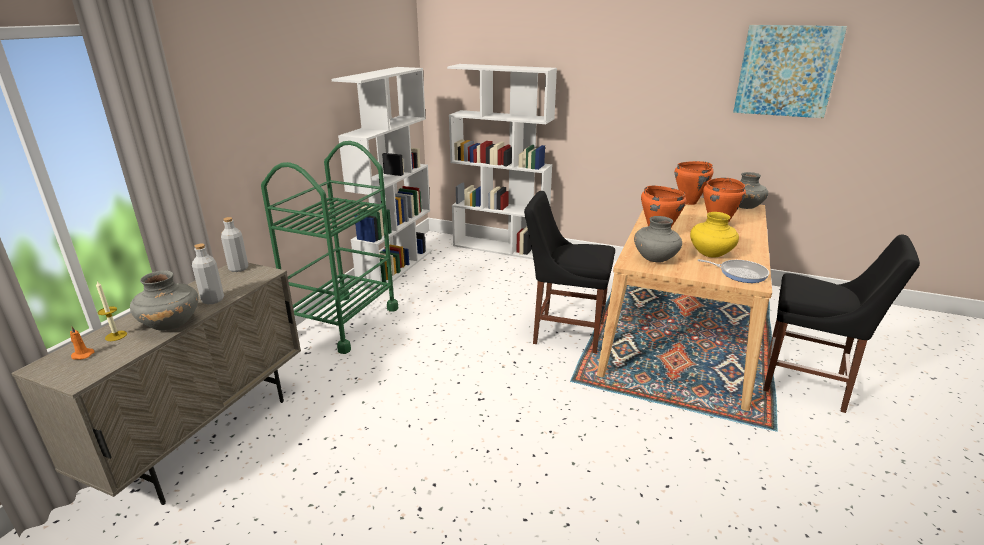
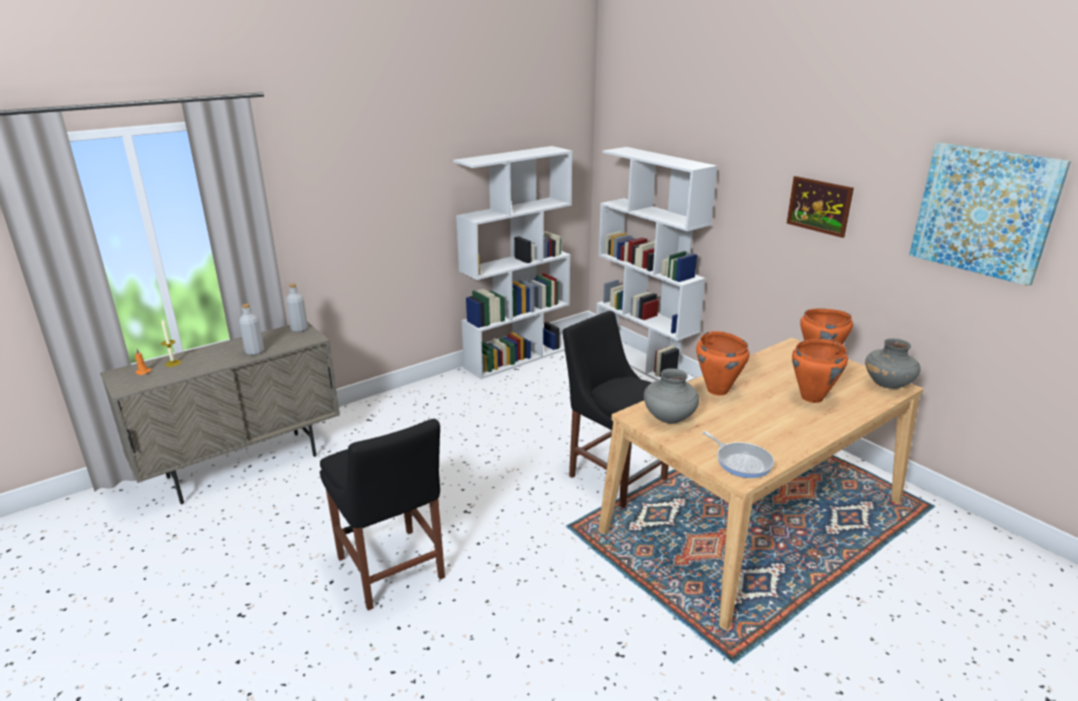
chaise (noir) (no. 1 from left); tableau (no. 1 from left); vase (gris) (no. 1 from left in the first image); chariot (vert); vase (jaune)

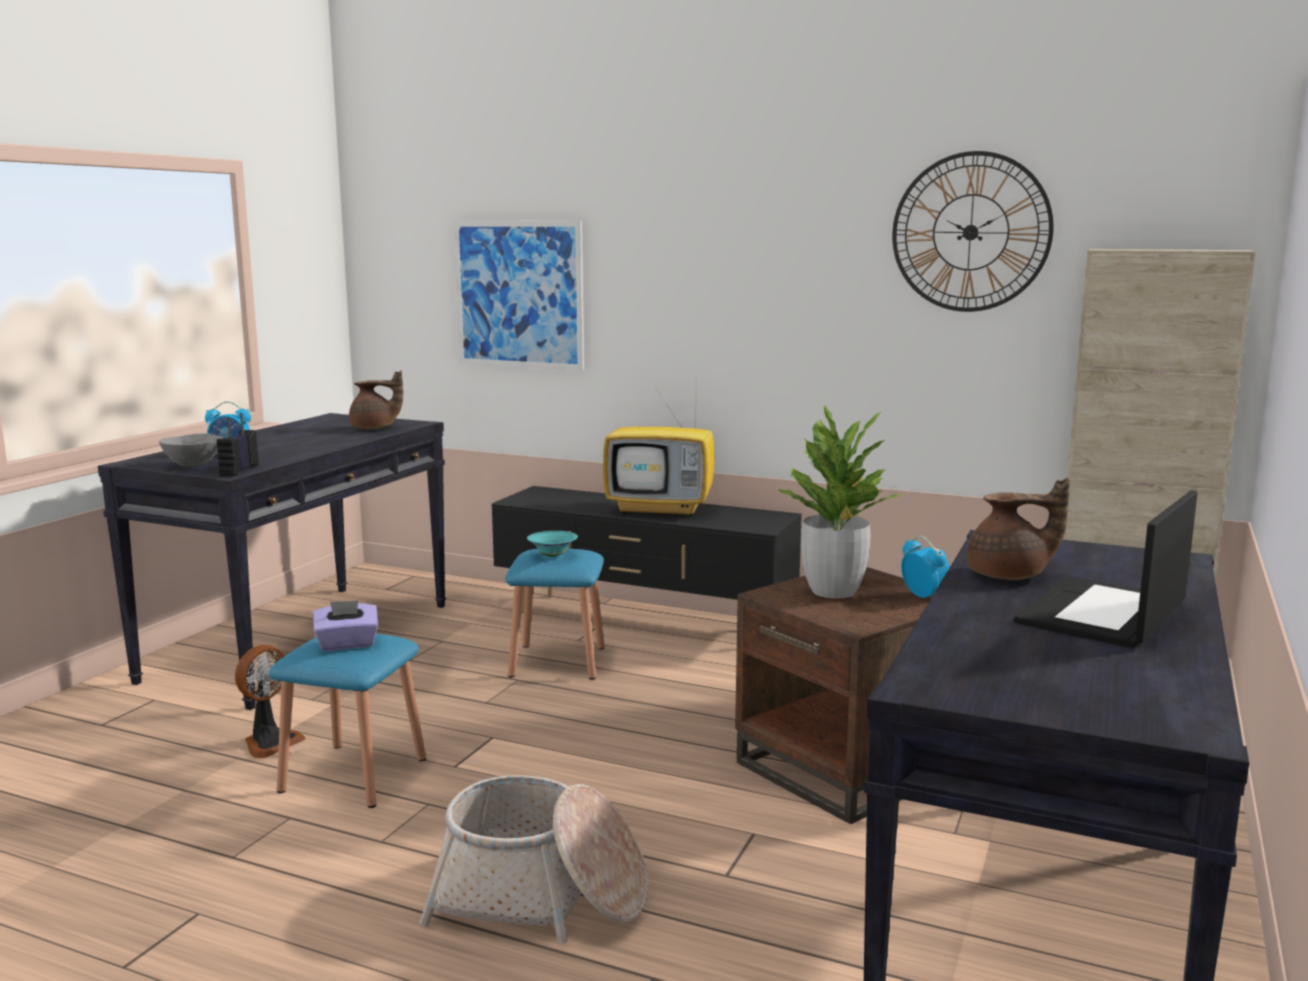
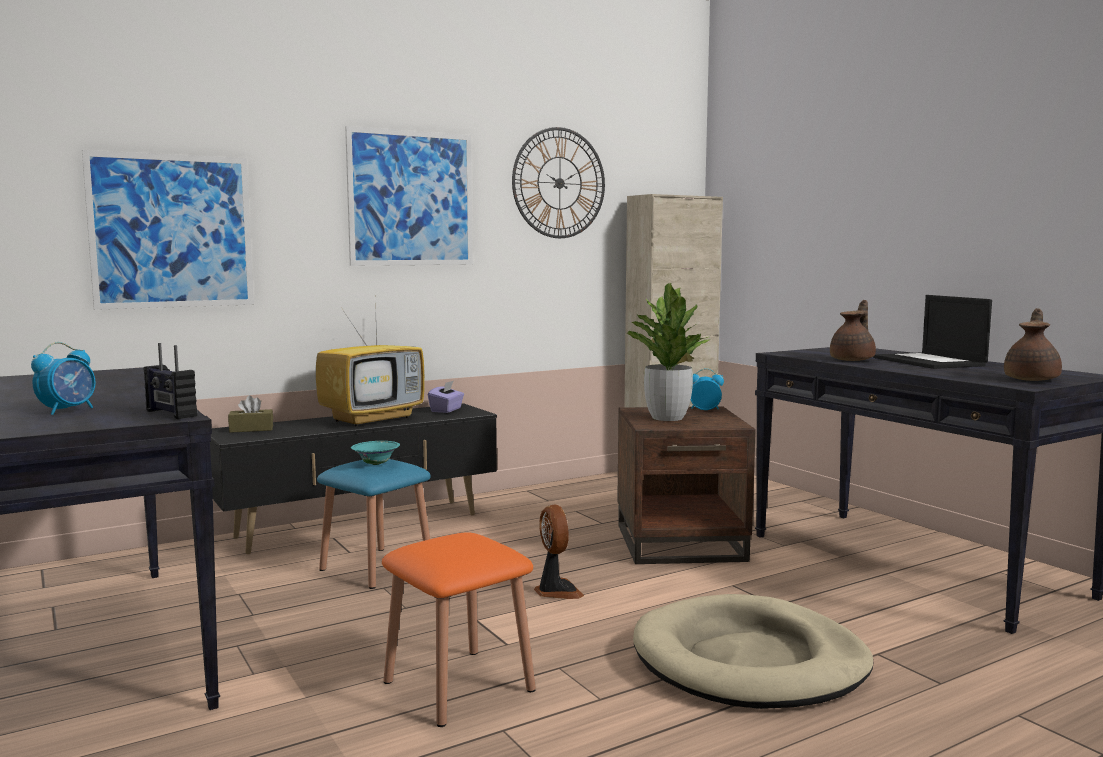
boîte à mouchoirs (marron); tableau (no. 2 from left); tabouret (orange); boîte à mouchoirs (violet); ventilateur; panier pour chien (beige); théière (marron) (no. 2 from left); bol (gris)

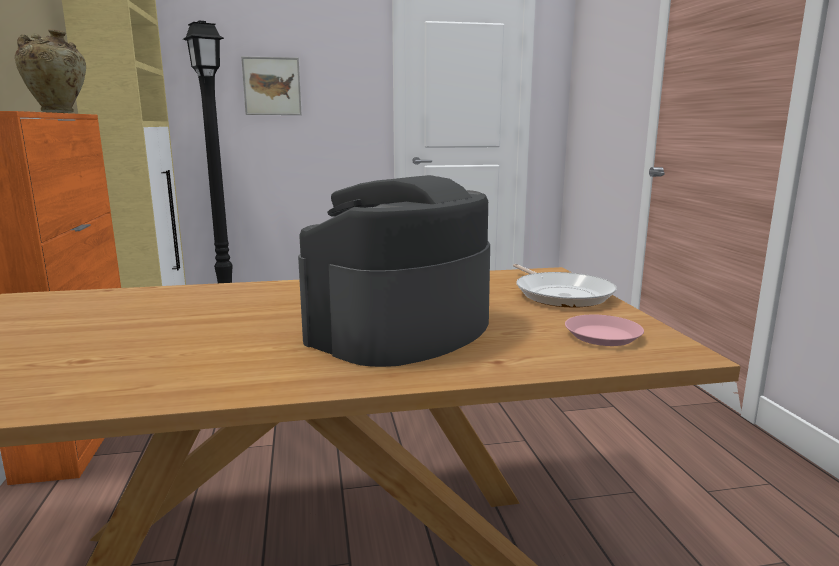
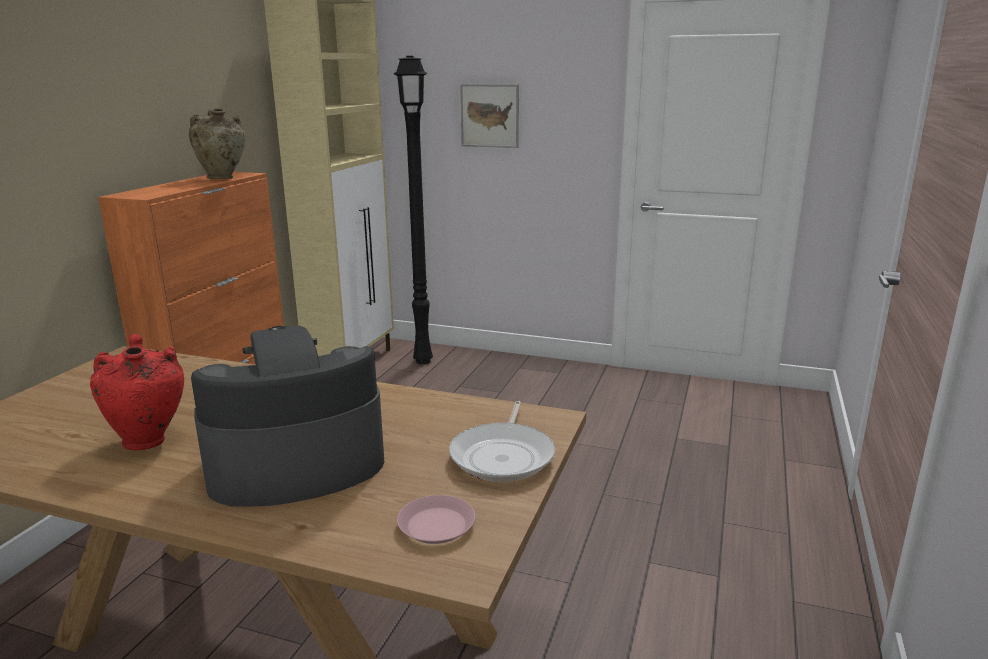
vase (rouge)

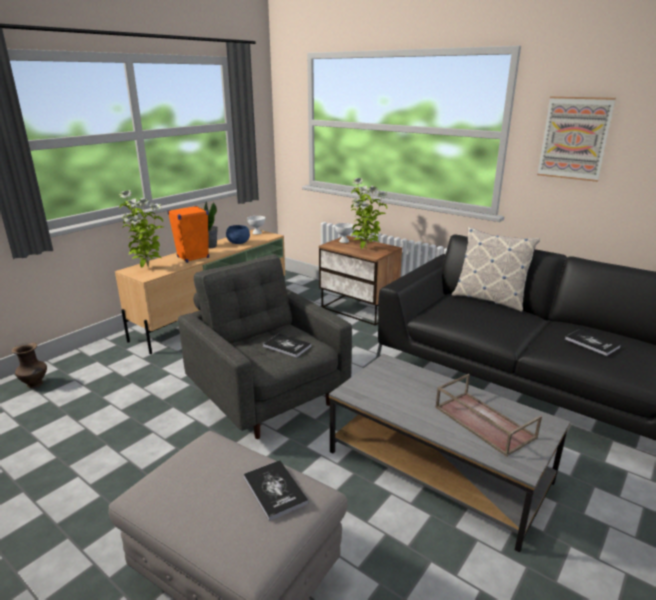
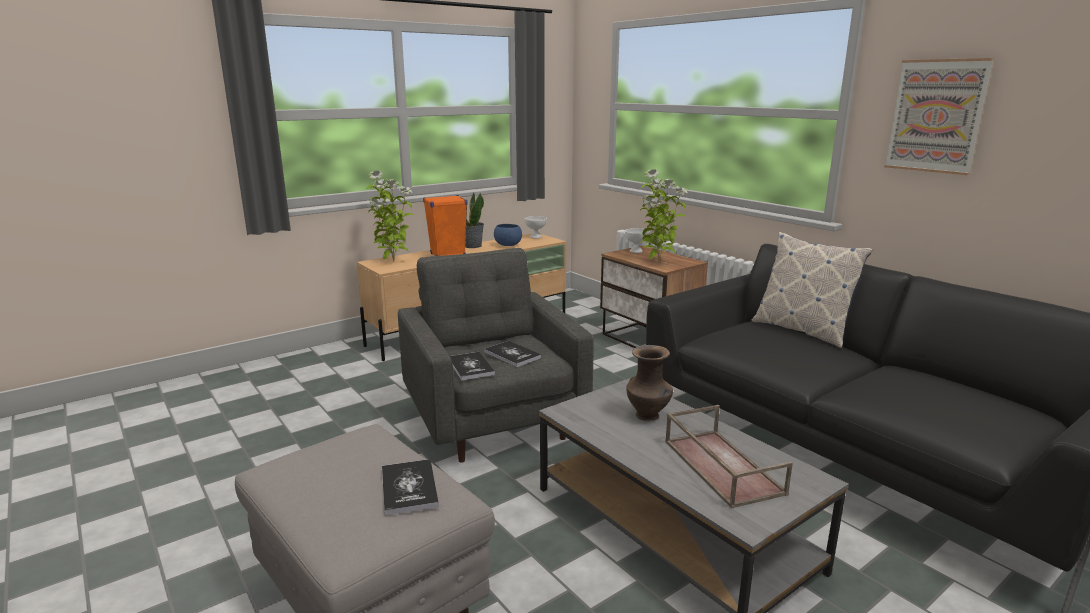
livre (no. 2 from left); vase (marron)

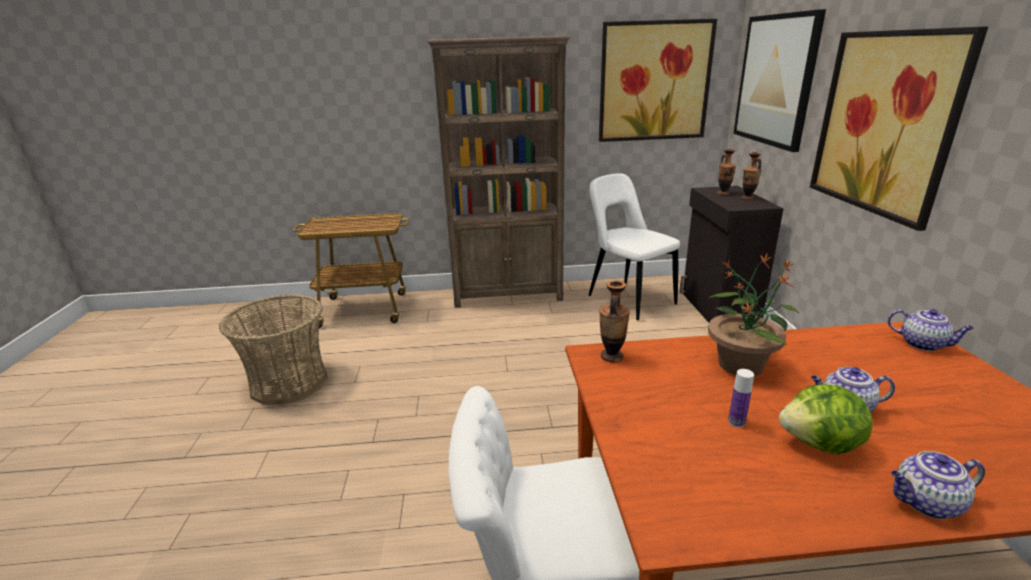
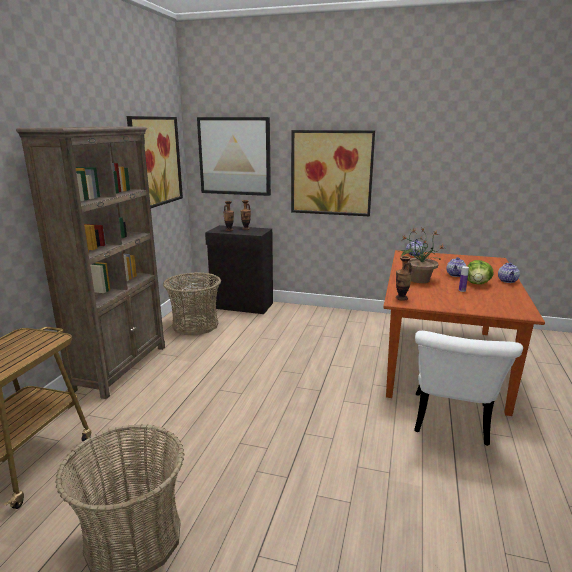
panier (no. 2 from left)

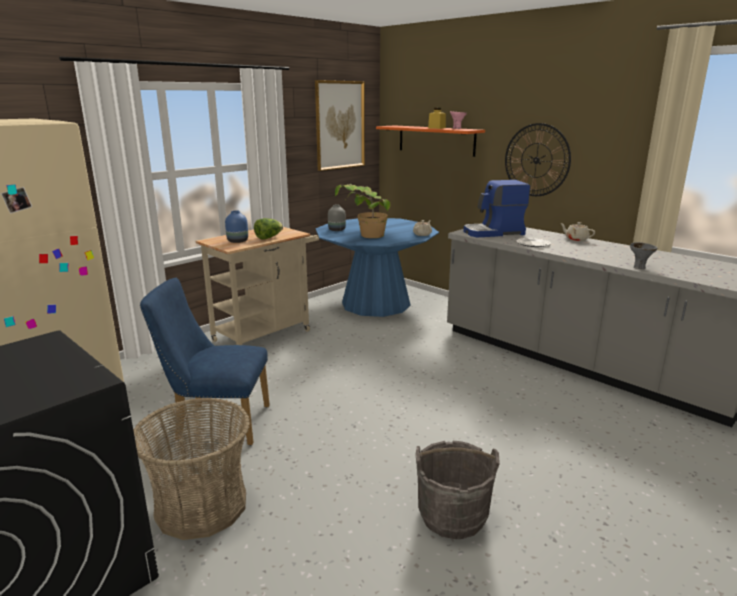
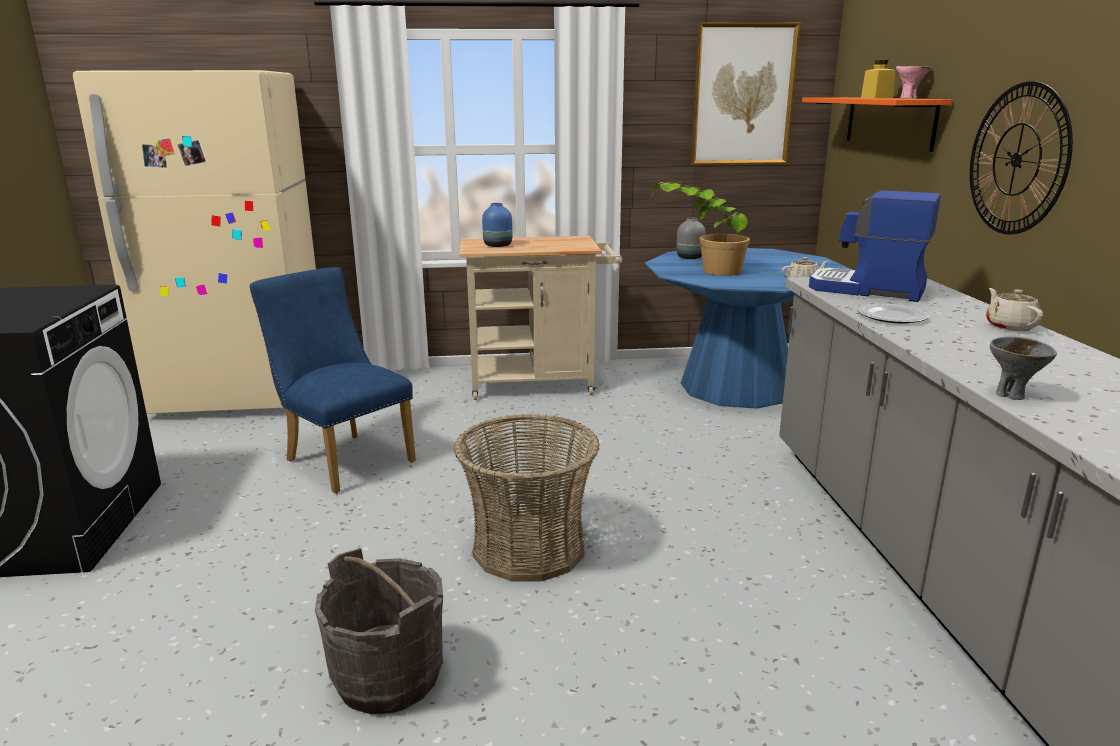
panier; laitue

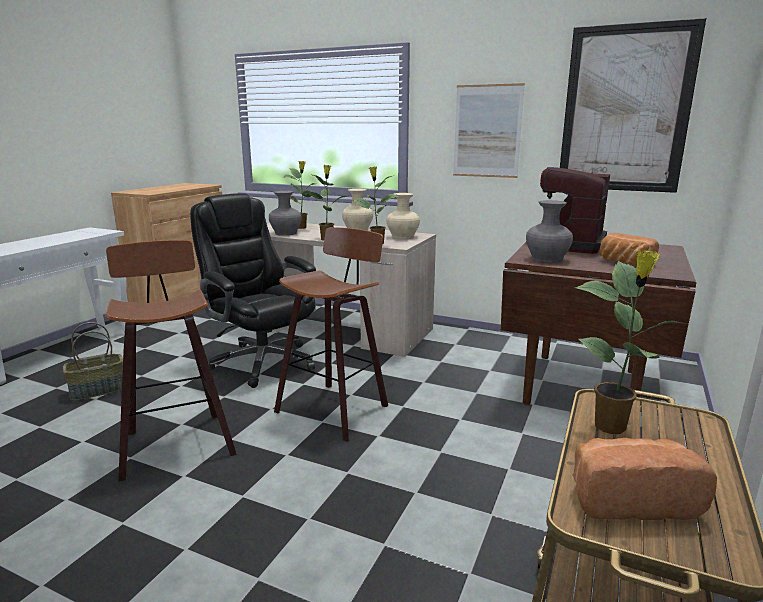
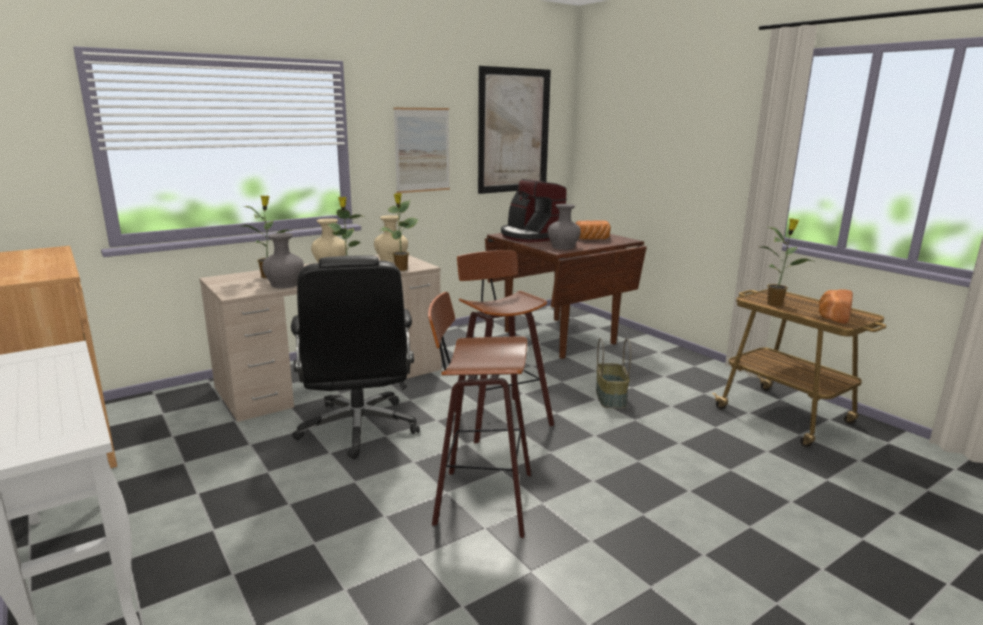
chaise de bureau (noir); panier

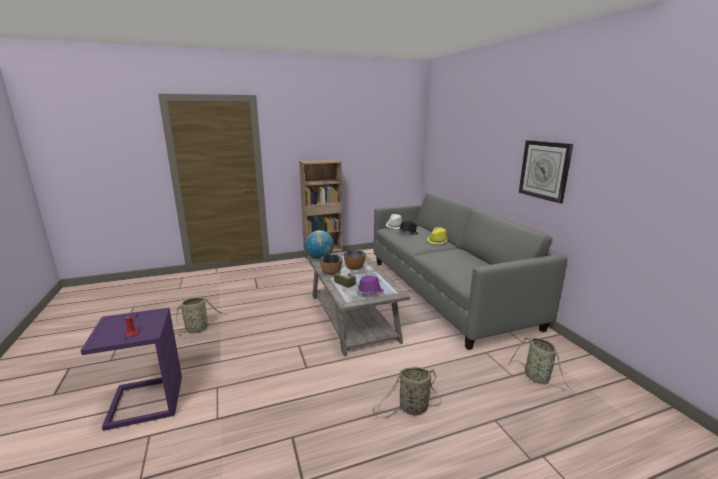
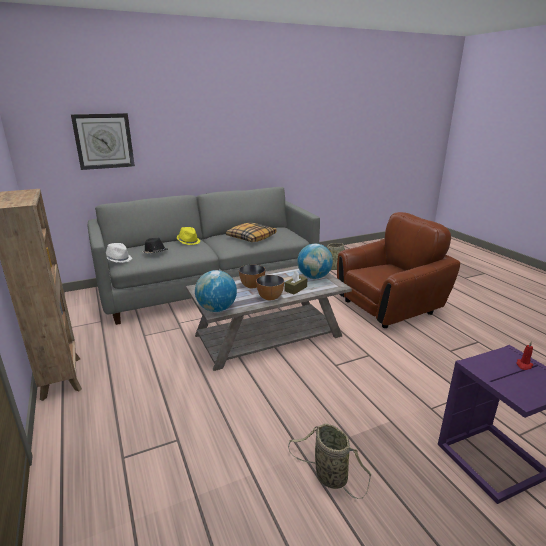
horloge murale; coussin; globe (no. 2 from left); fauteuil (marron)

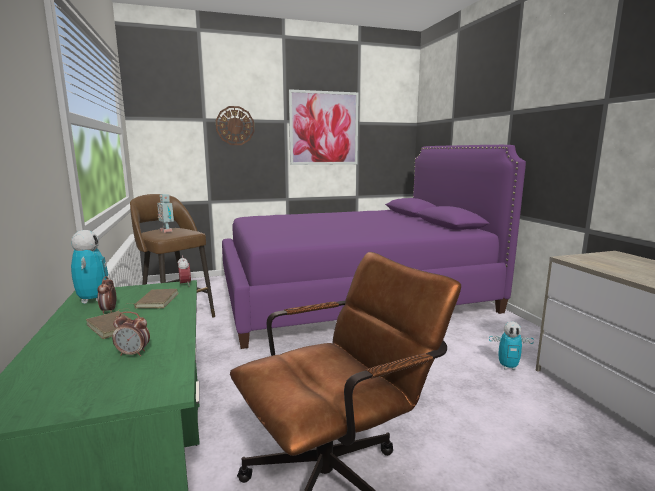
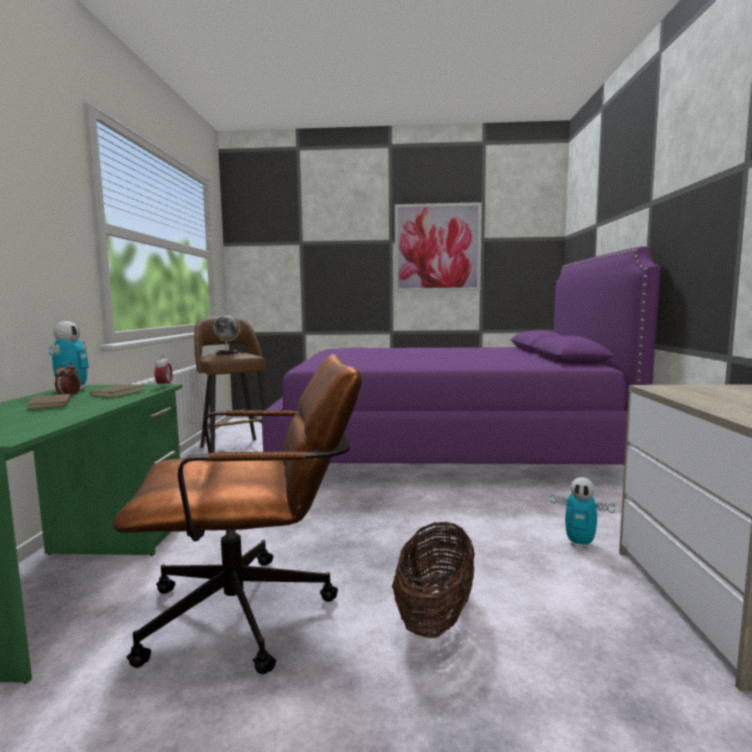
globe; panier; réveil (no. 2 from left in the first image); horloge murale

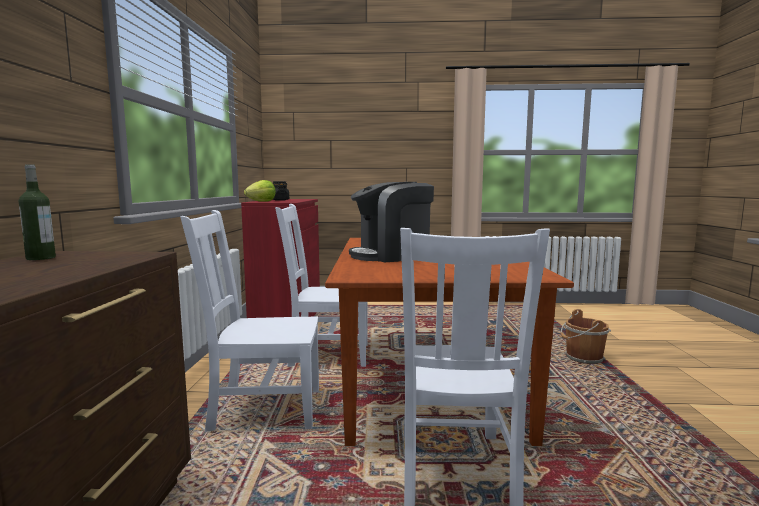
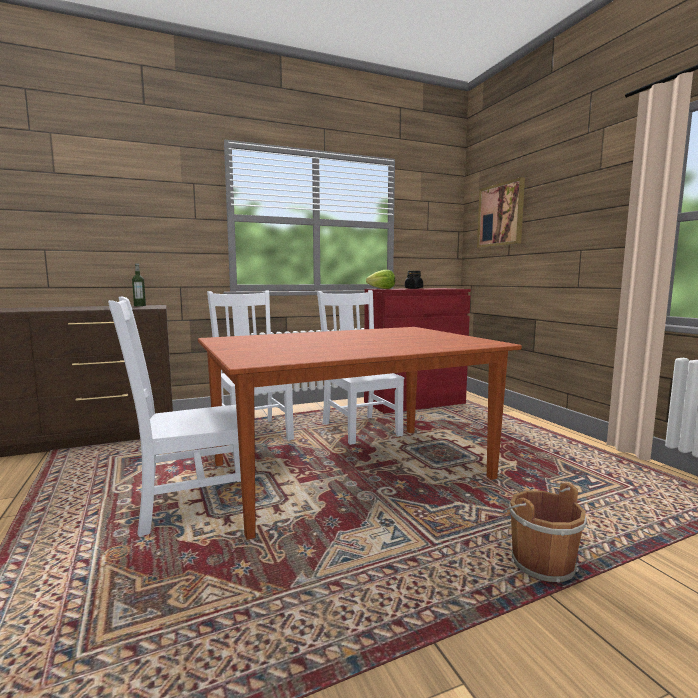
tableau; machine à café

